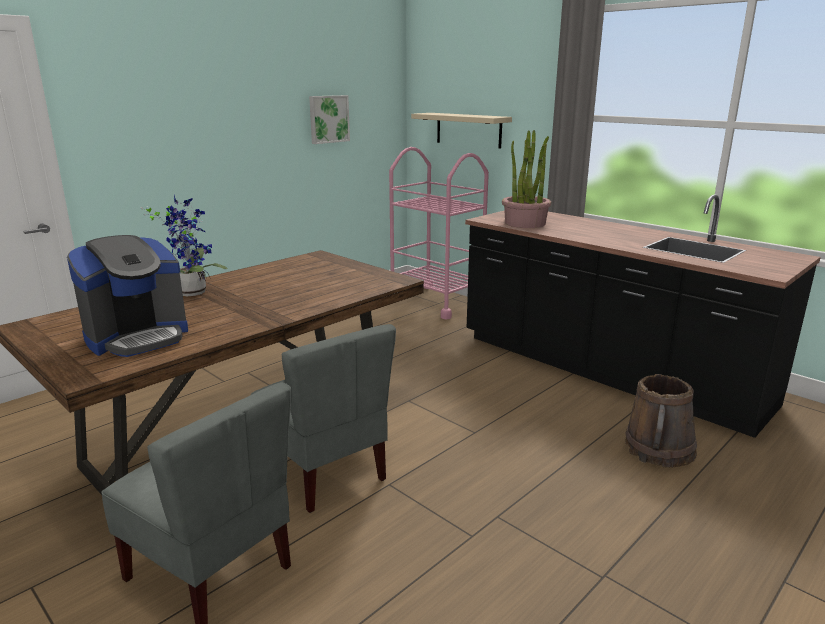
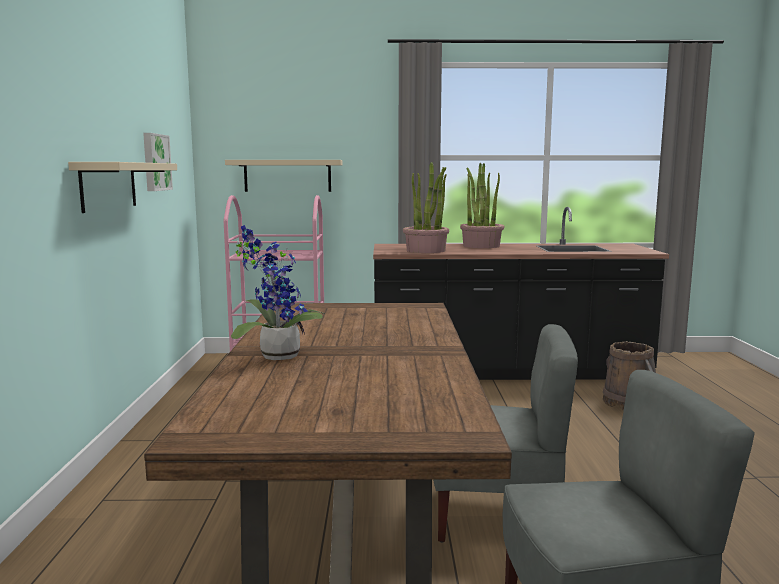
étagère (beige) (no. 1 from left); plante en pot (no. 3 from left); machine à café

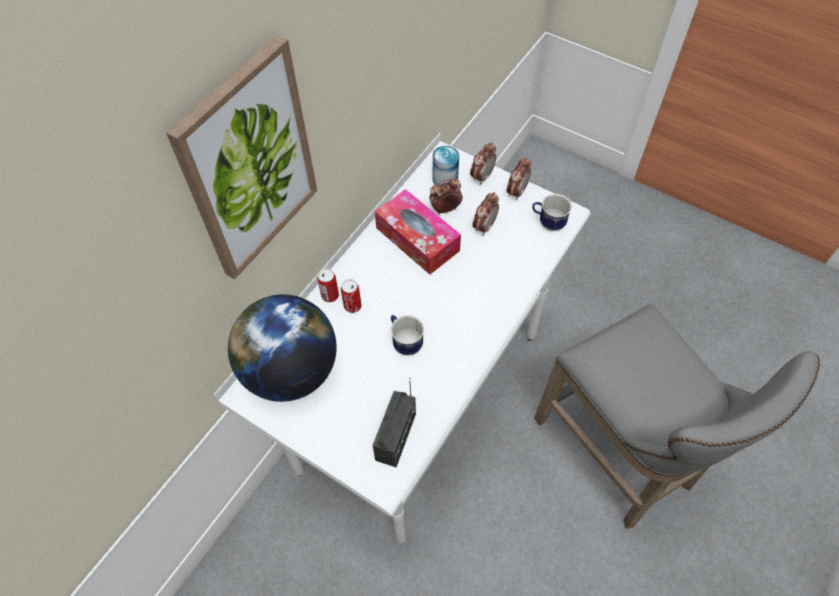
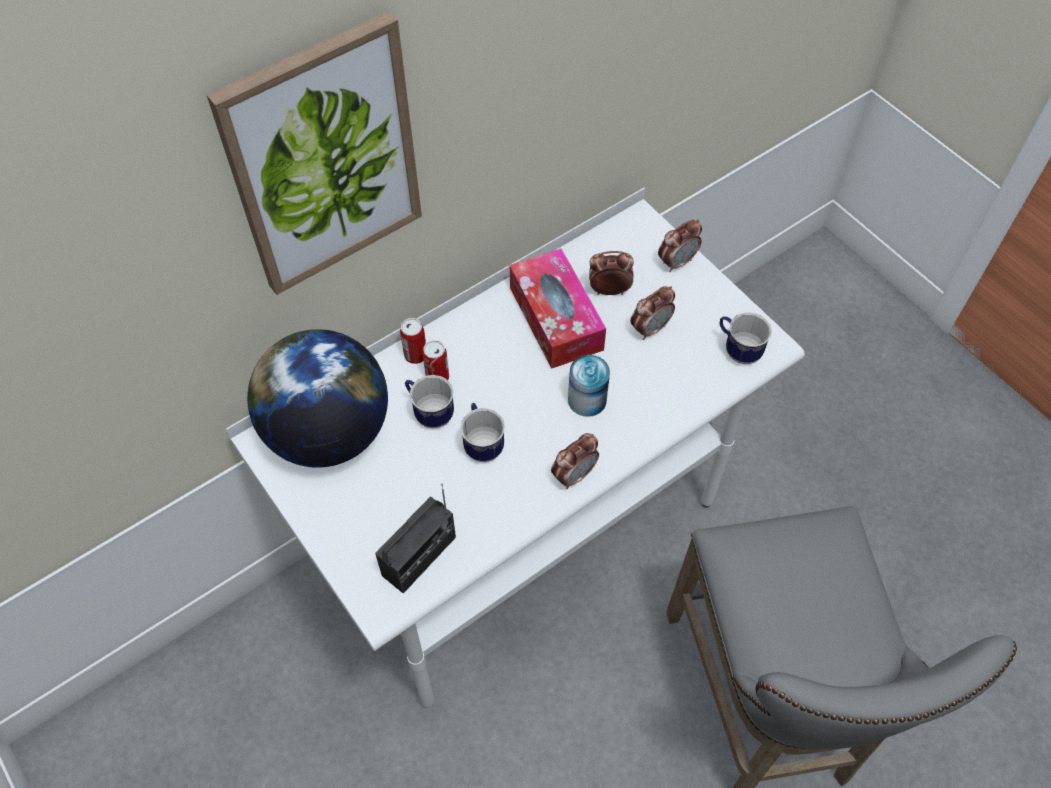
mug (no. 1 from left); réveil (no. 1 from left); boîte métallique (no. 3 from left)

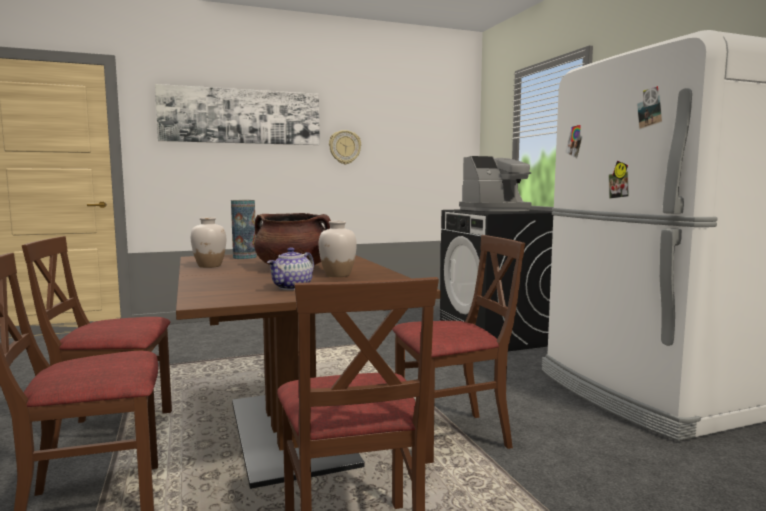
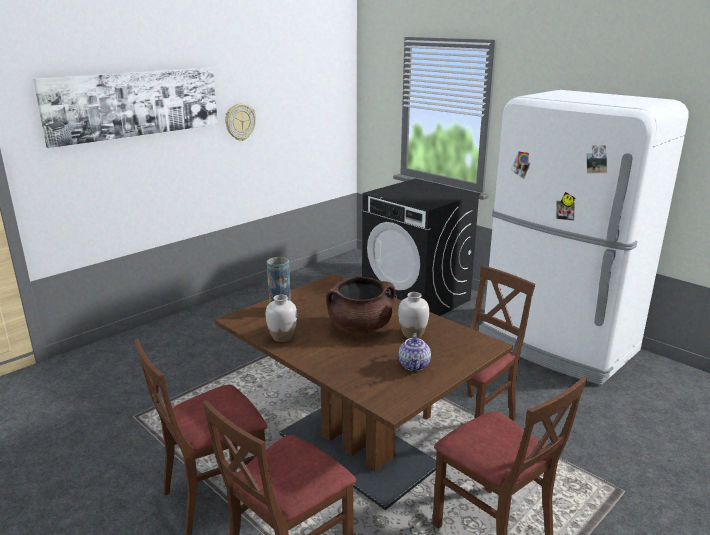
machine à café

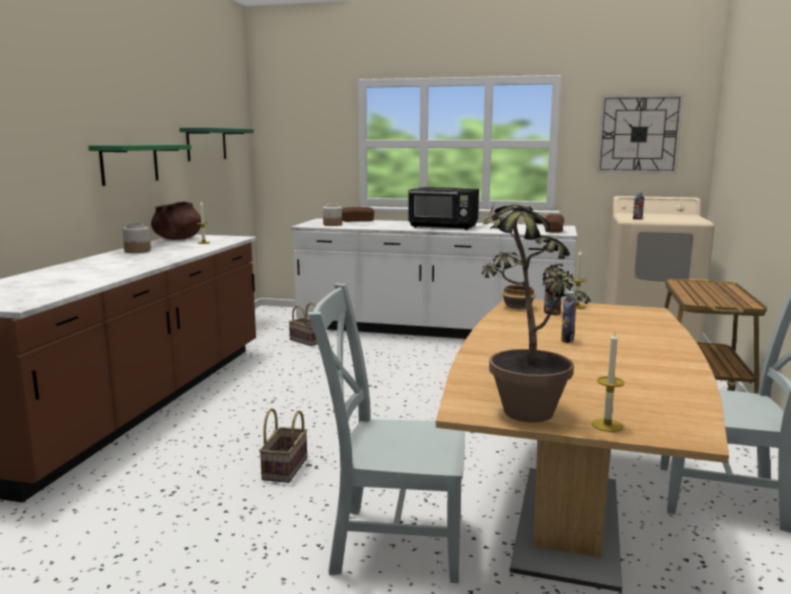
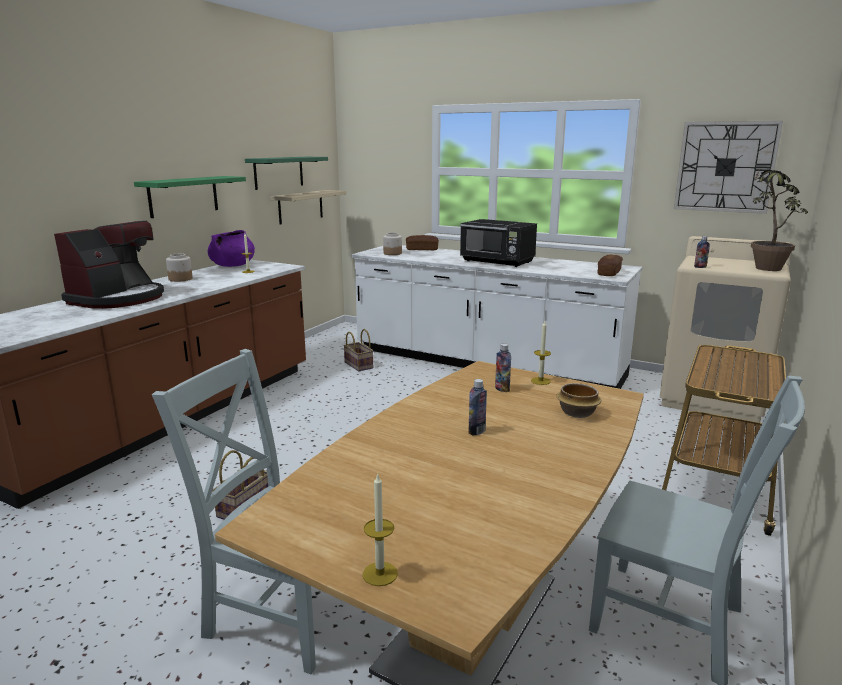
machine à café; marmite (violet); étagère (beige); bol; plante en pot

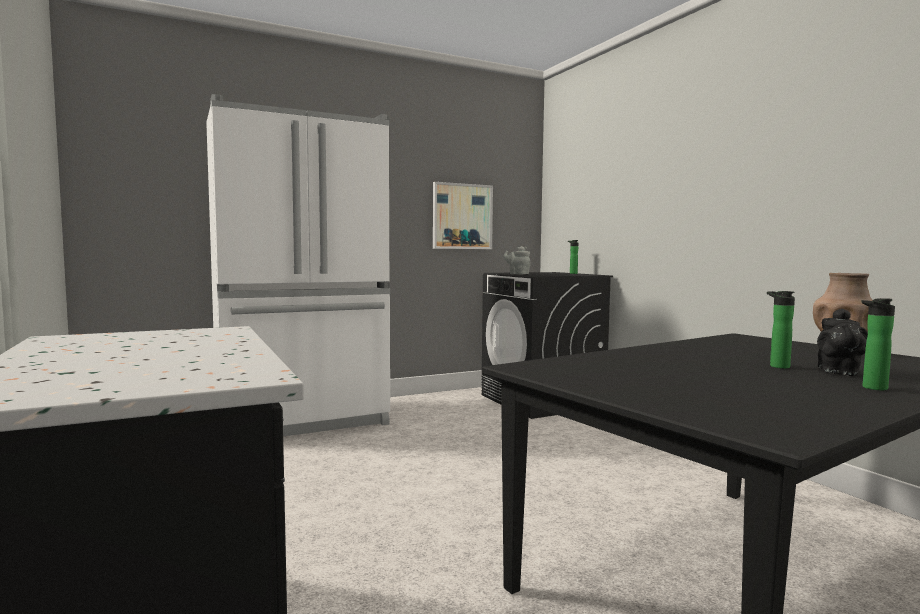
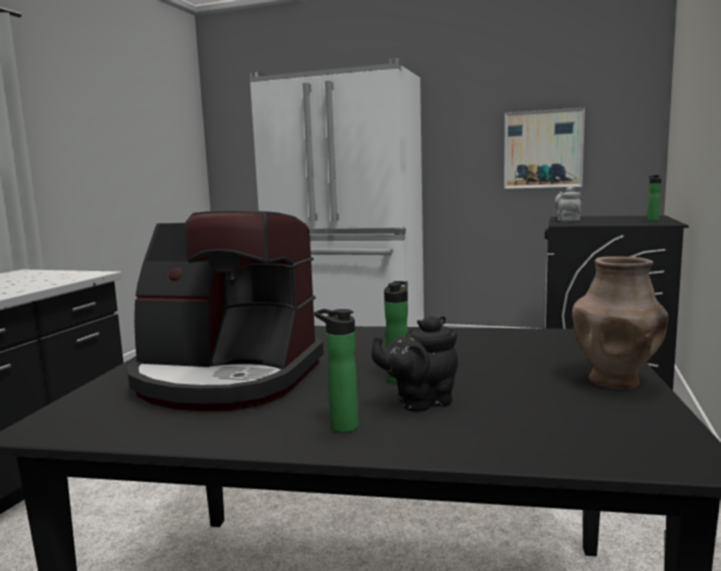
machine à café

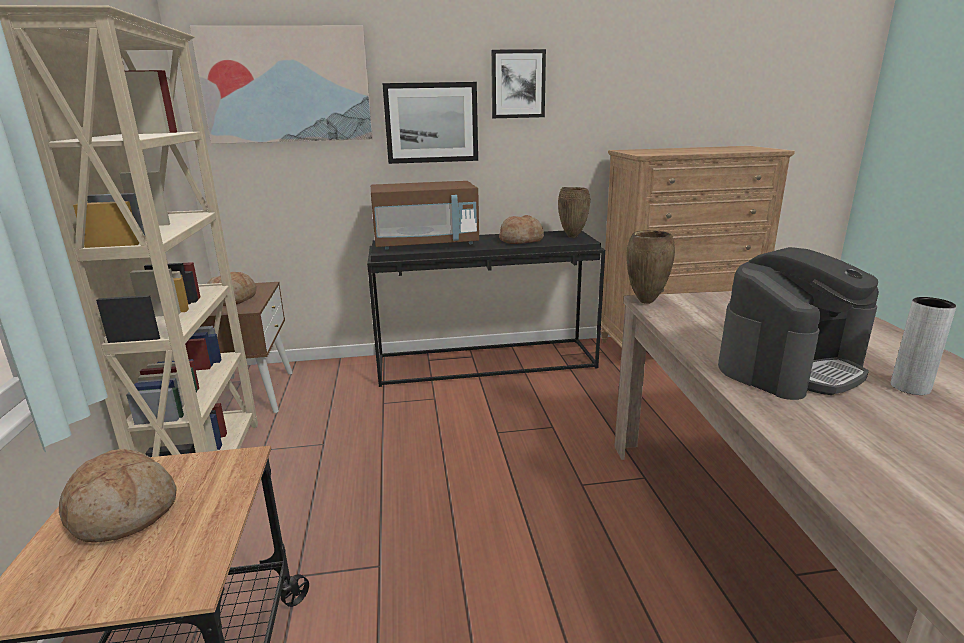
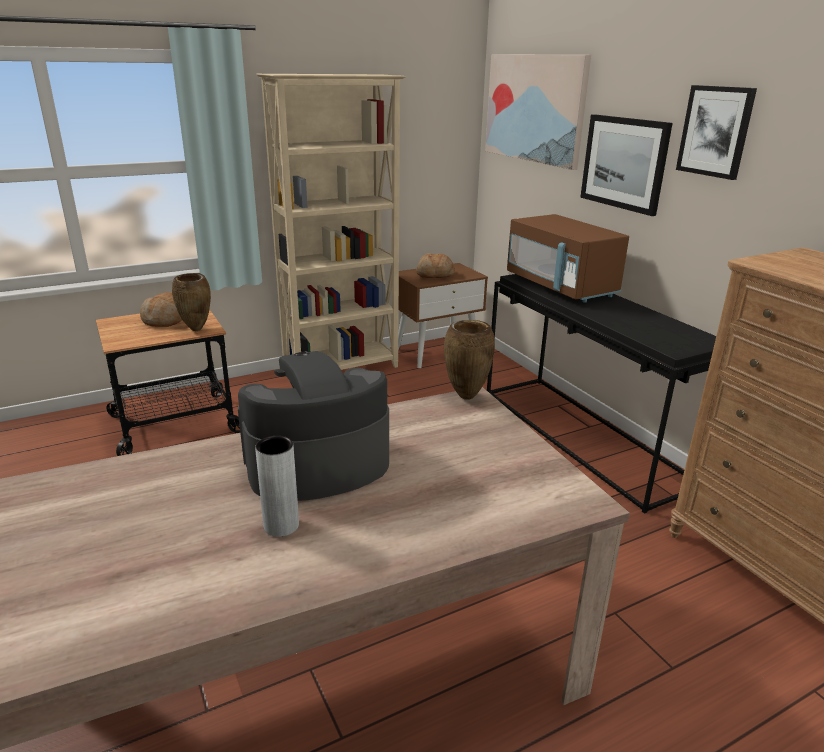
vase (marron) (no. 1 from left); machine à café; pain (no. 3 from left in the first image)

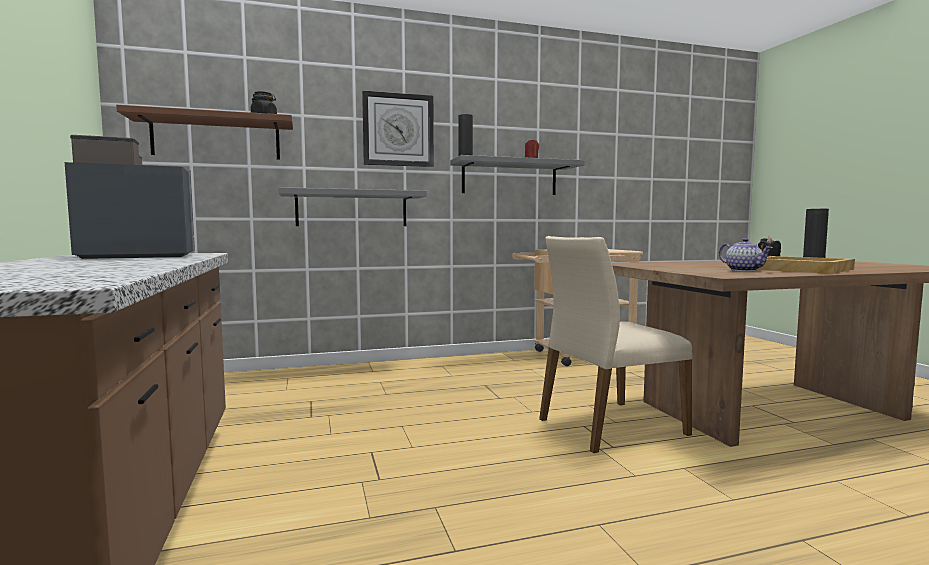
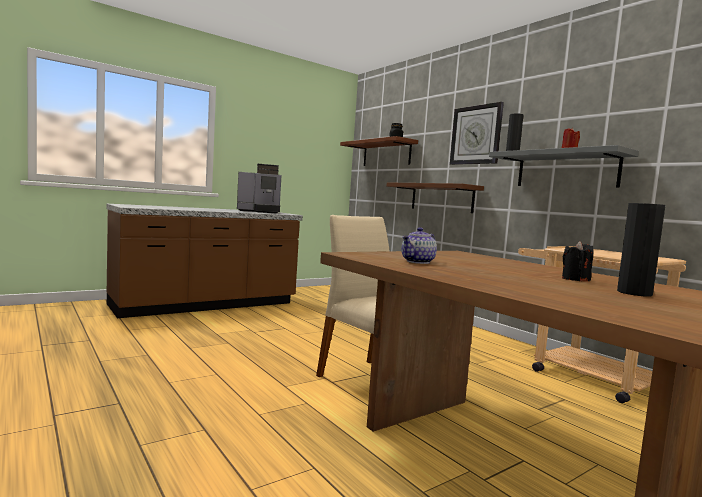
machine à café; étagère (marron) (no. 2 from left); plateau (beige)

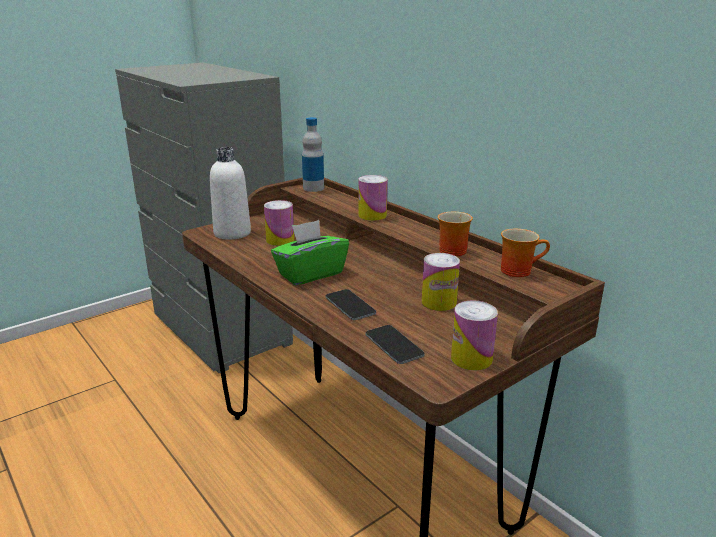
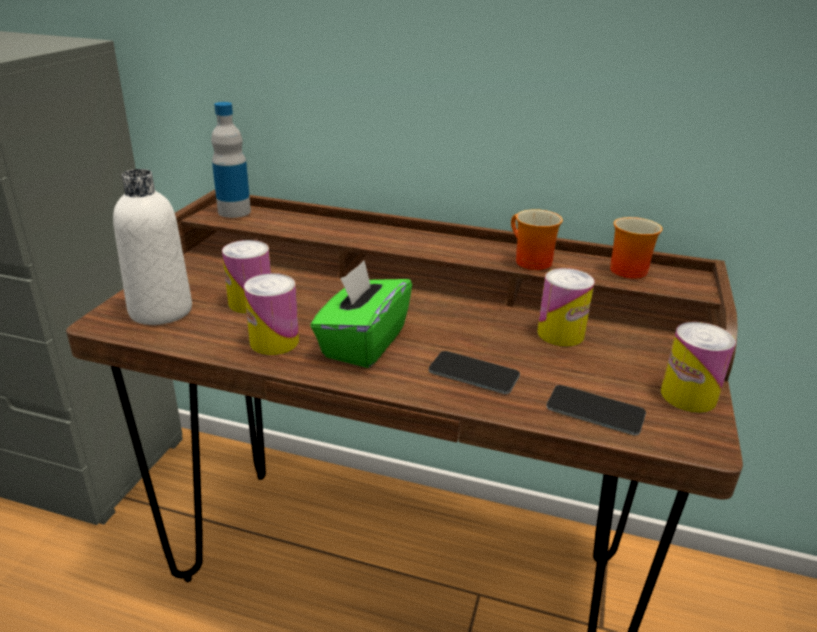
boîte métallique (no. 2 from left)

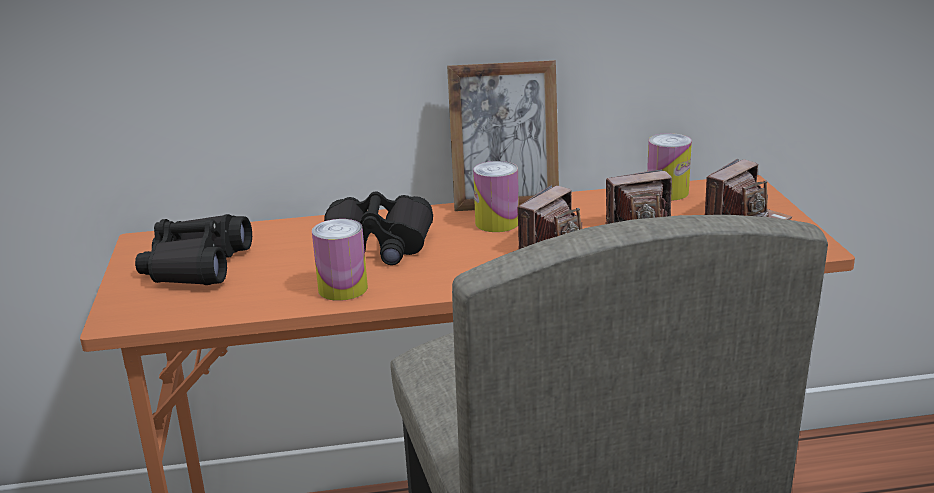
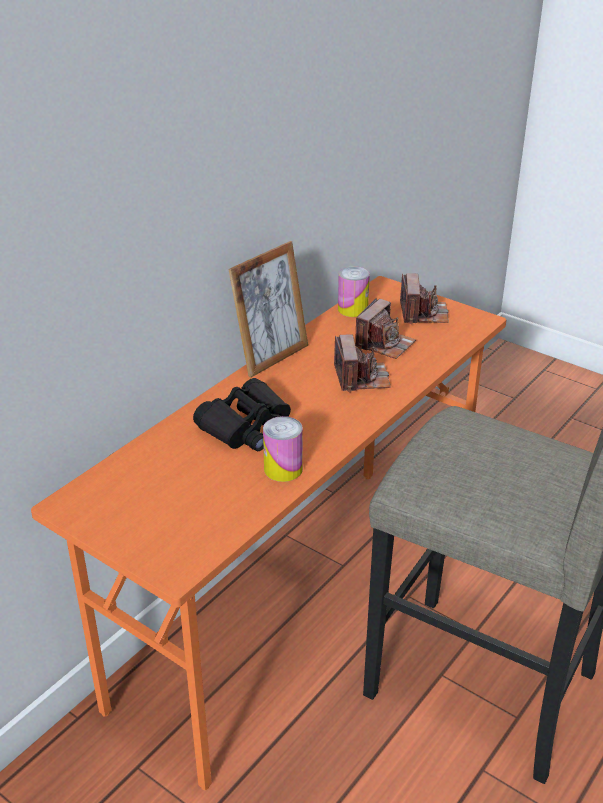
jumelles (noir) (no. 1 from left in the first image); boîte métallique (no. 2 from left in the first image)

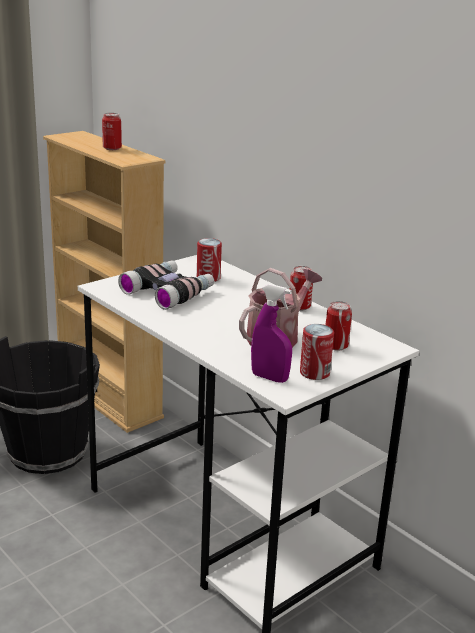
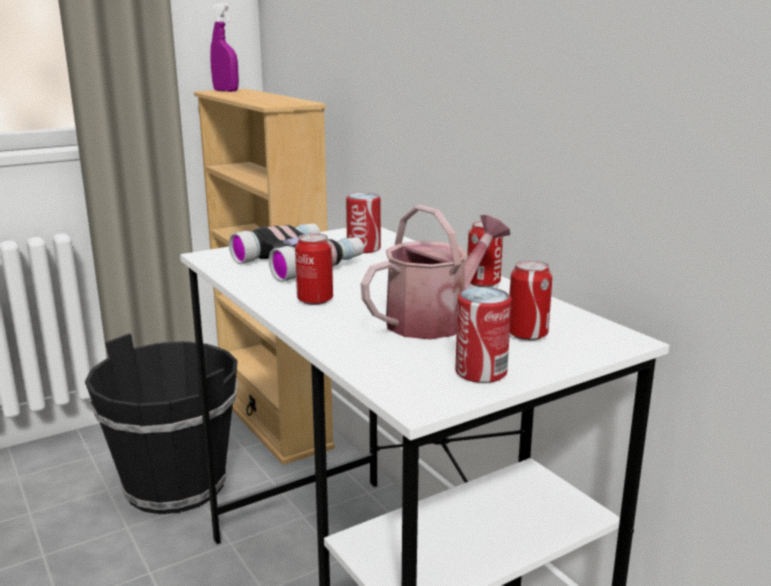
vaporisateur (violet); boîte métallique (no. 1 from left)

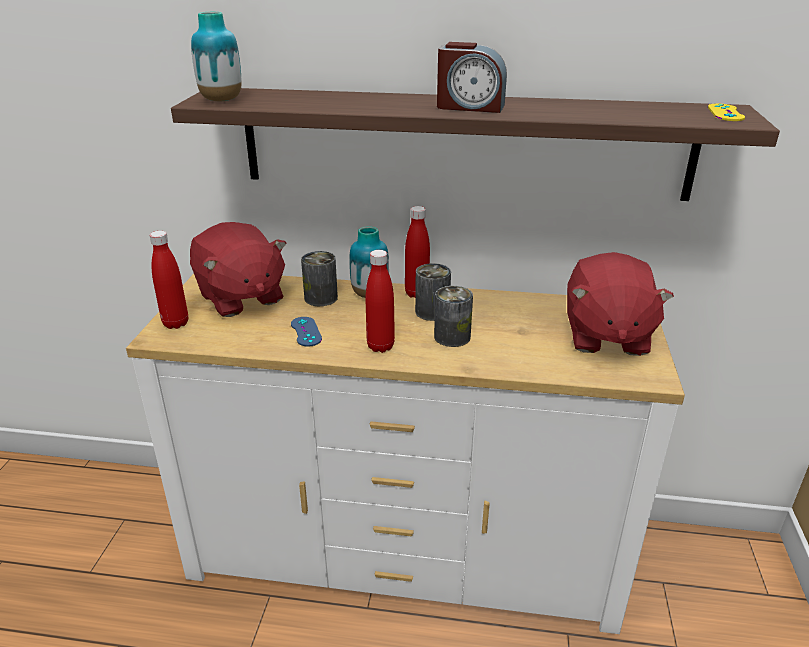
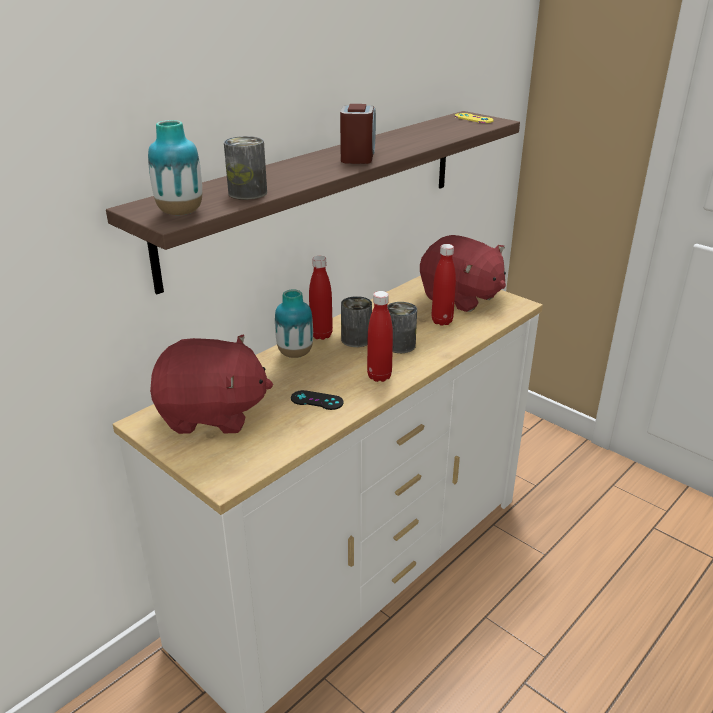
boîte métallique (no. 1 from left); manette (noir); réveil; bouteille (rouge) (no. 3 from left)

